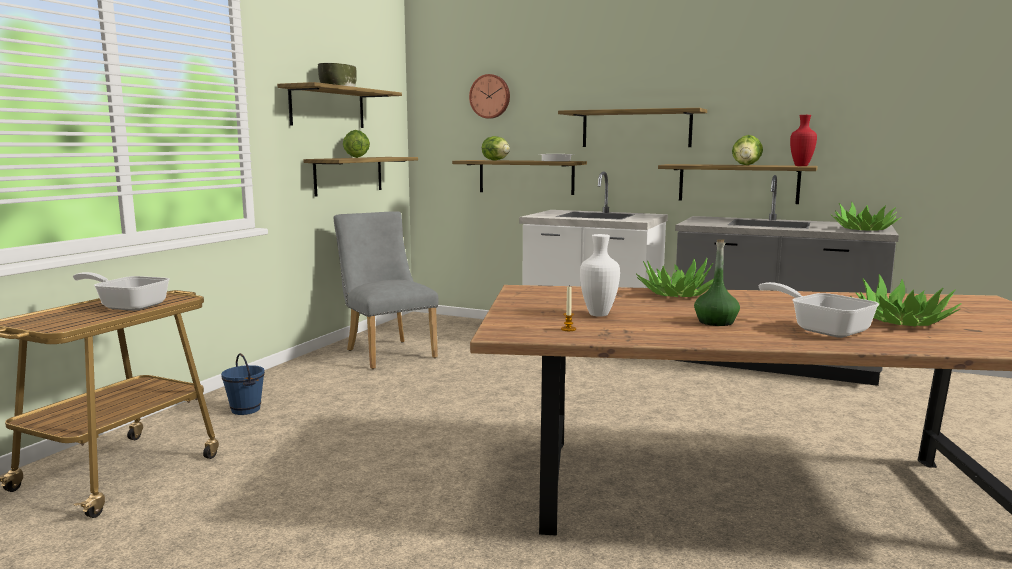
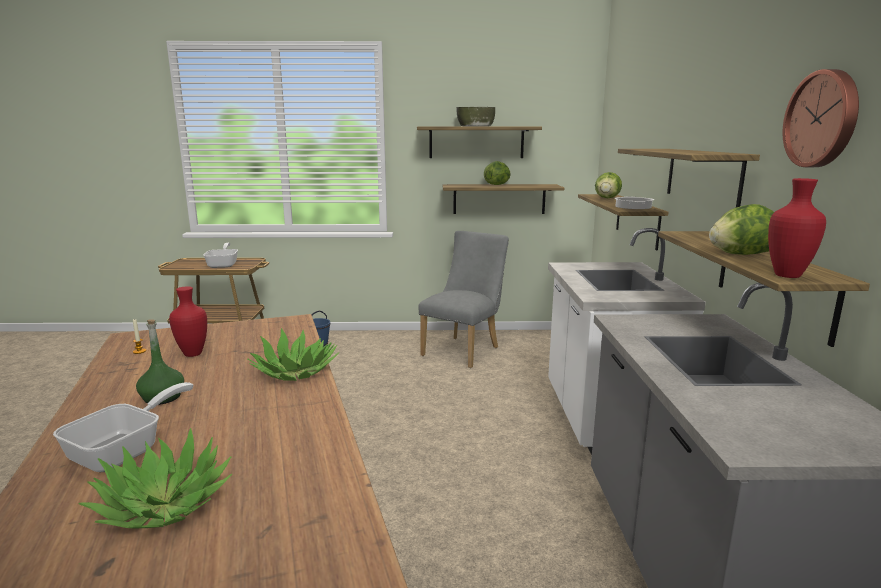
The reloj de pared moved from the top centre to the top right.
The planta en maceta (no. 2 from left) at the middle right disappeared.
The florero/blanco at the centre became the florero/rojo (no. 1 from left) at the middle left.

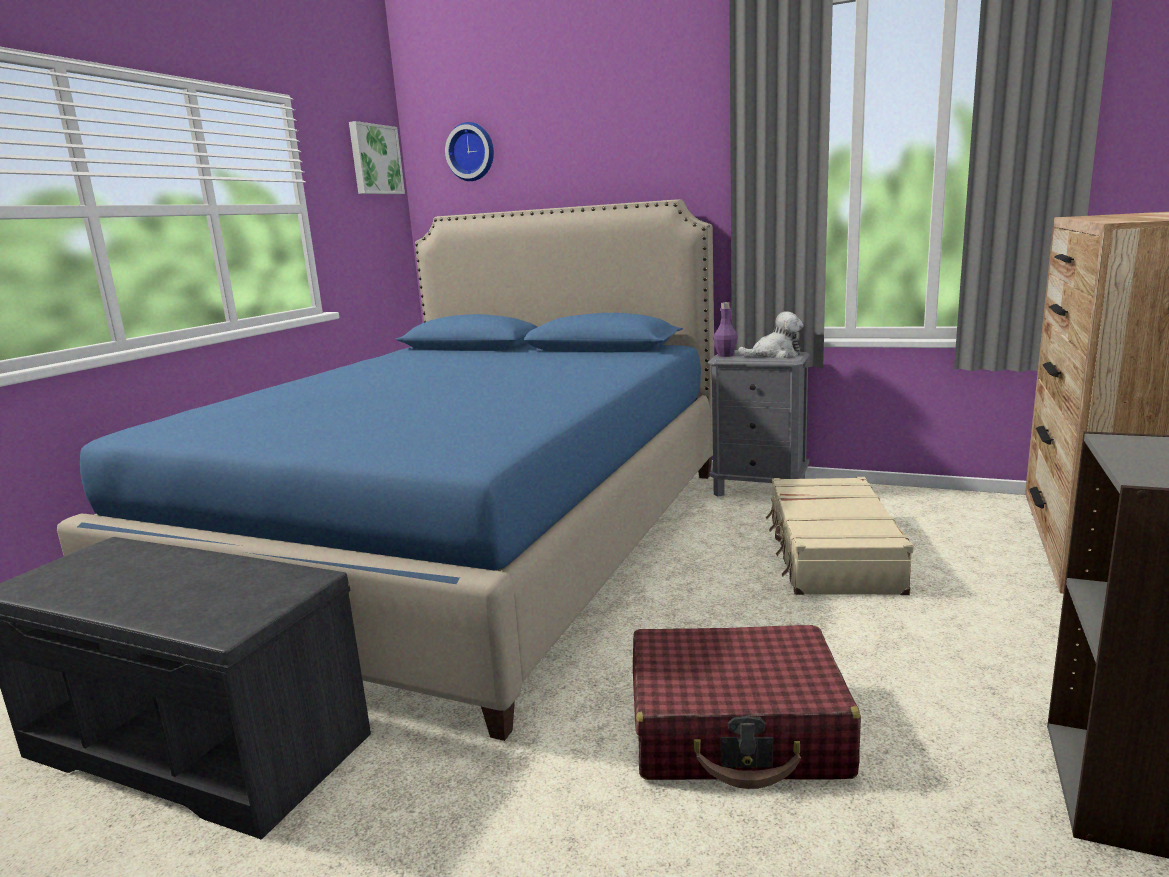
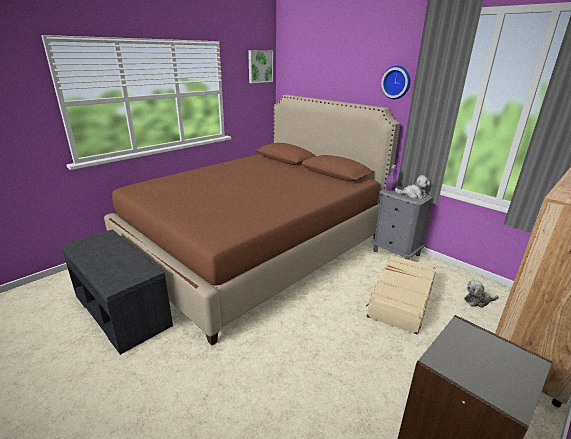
The reloj de pared moved from the top centre to the top right.
The cama/azul at the middle left became the cama/marrón at the centre.
The maleta/rojo at the bottom centre disappeared.
The peluche (no. 2 from left) at the bottom right appeared.

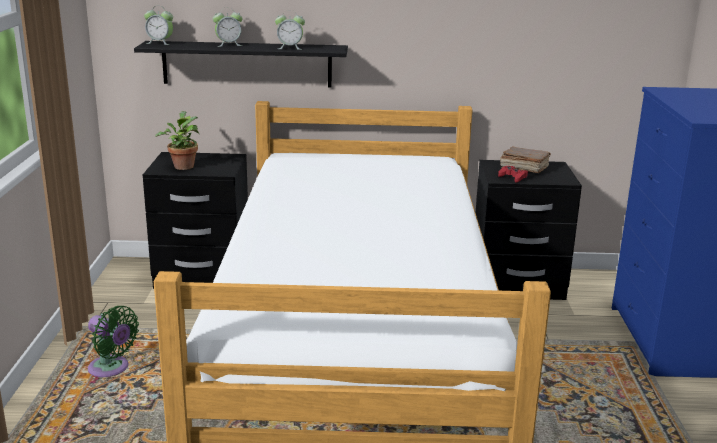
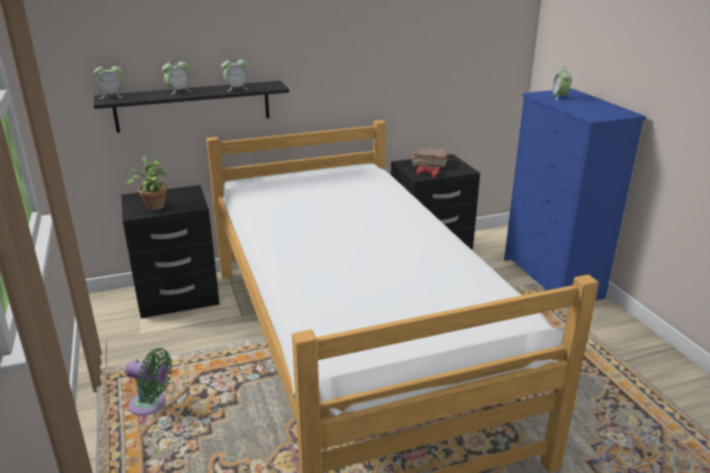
The despertador (no. 4 from left) at the top right appeared.

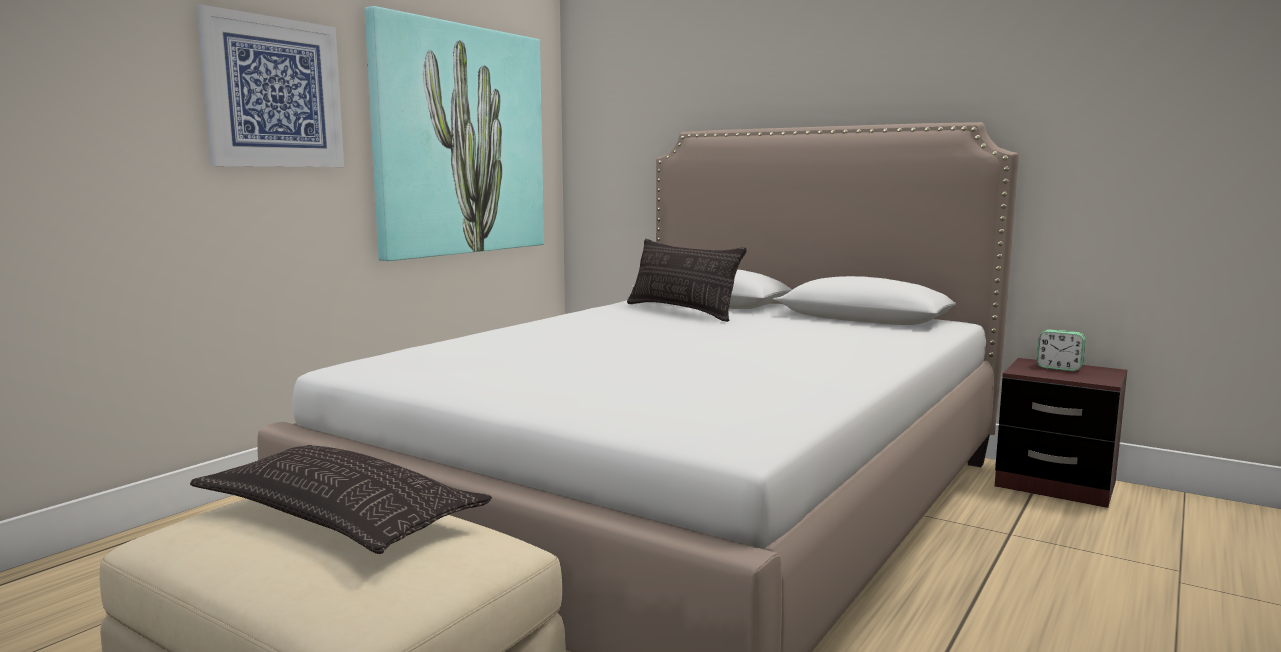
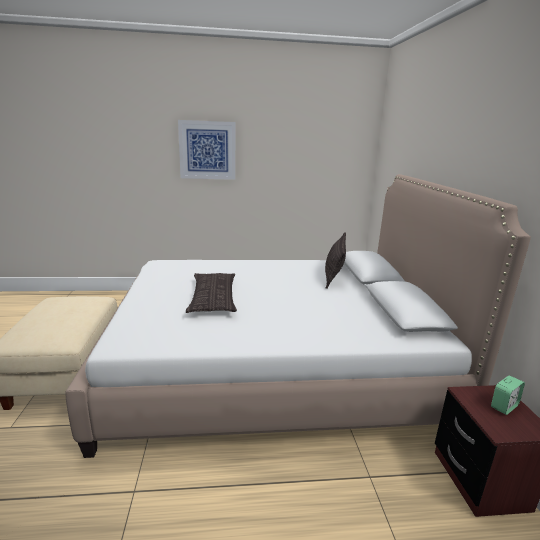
The cuadro (no. 2 from left) at the top centre disappeared.
The despertador at the middle right turned 120 degrees counterclockwise.
The cojín (no. 1 from left) moved from the bottom left to the centre.

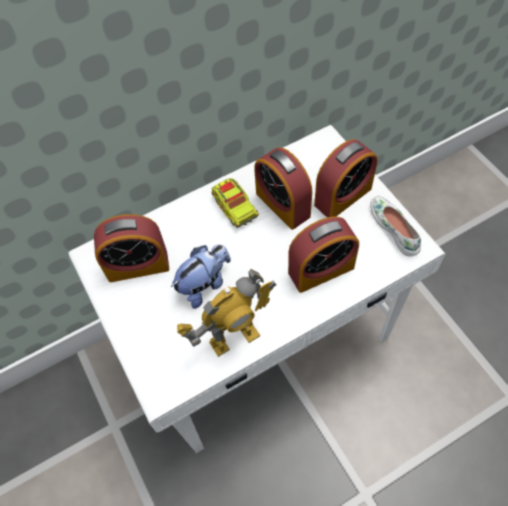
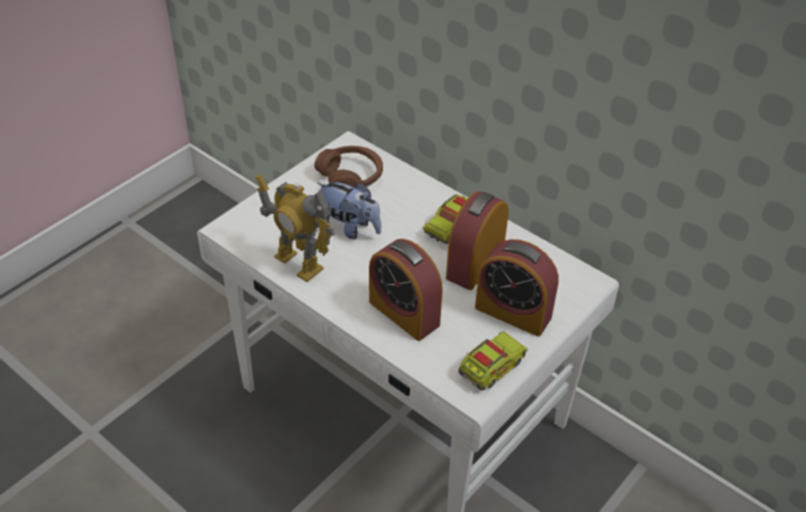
The zapato/blanco at the middle right was replaced by the camión de juguete (no. 2 from left) at the bottom centre.
The despertador (no. 1 from left) at the middle left was replaced by the auriculares/marrón at the top centre.

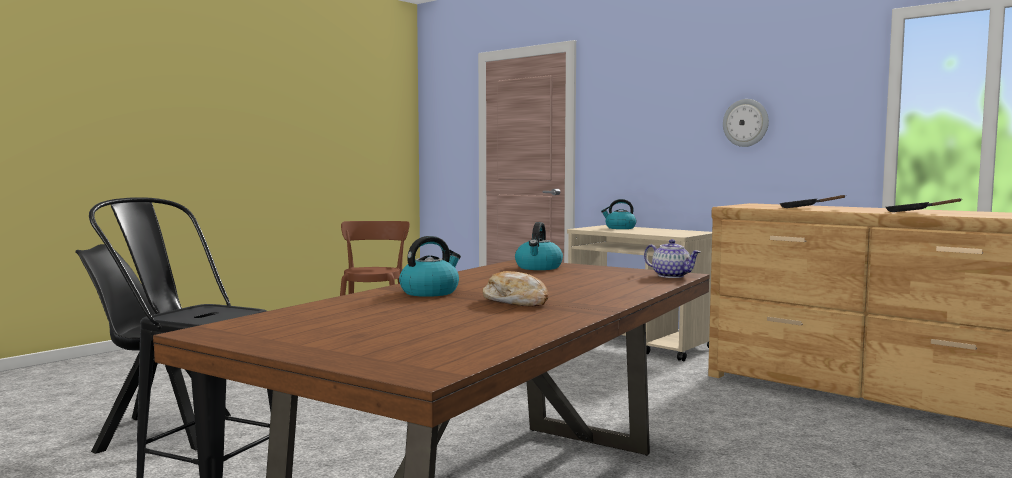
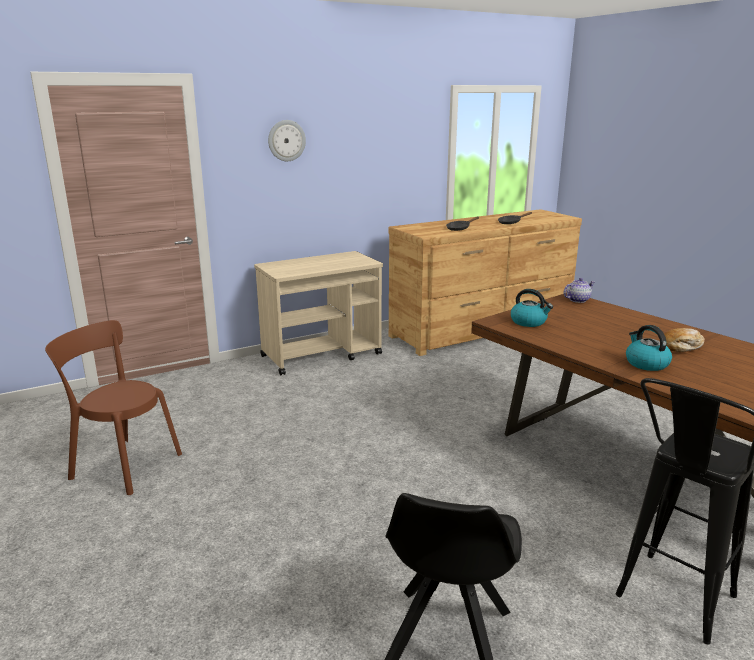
The reloj de pared moved from the top right to the top centre.
The hervidor (no. 3 from left) at the centre disappeared.

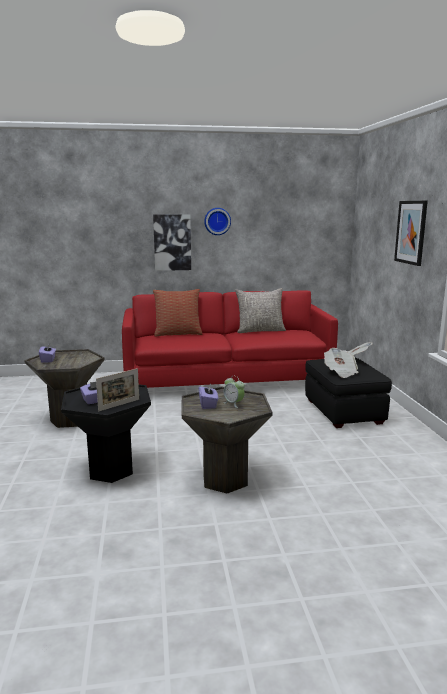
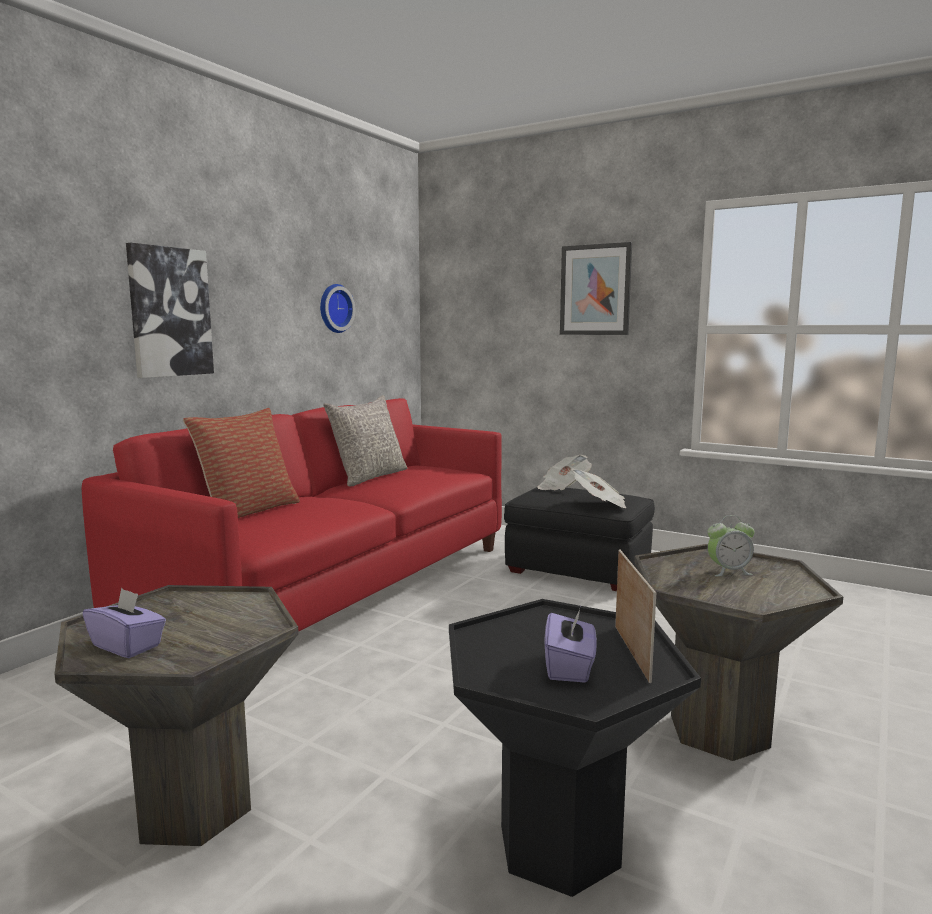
The reloj de pared moved from the top centre to the centre.
The caja de pañuelos/morado (no. 3 from left) at the centre disappeared.

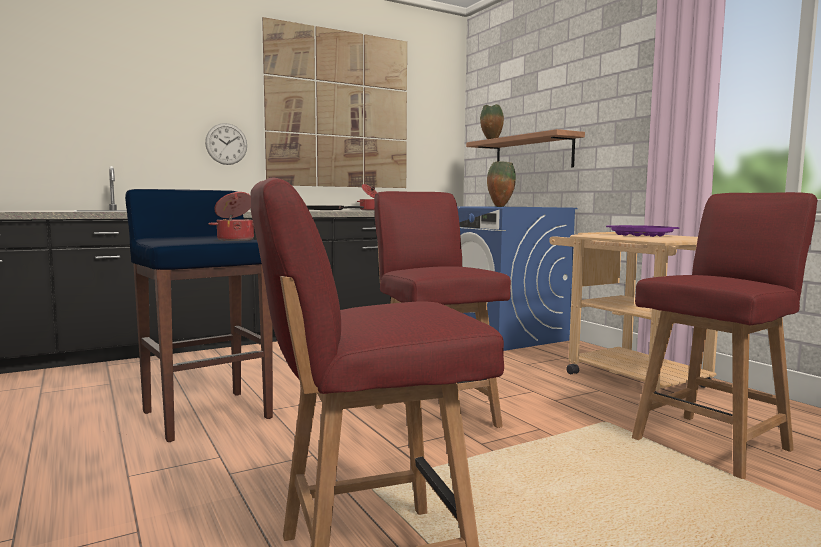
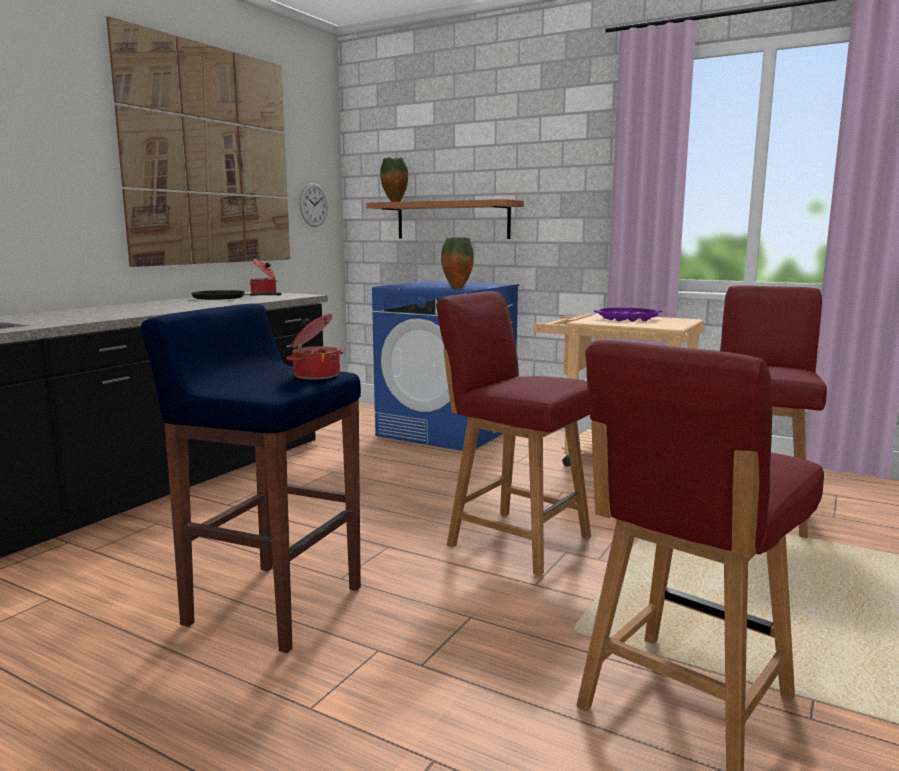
The reloj de pared moved from the top left to the top centre.

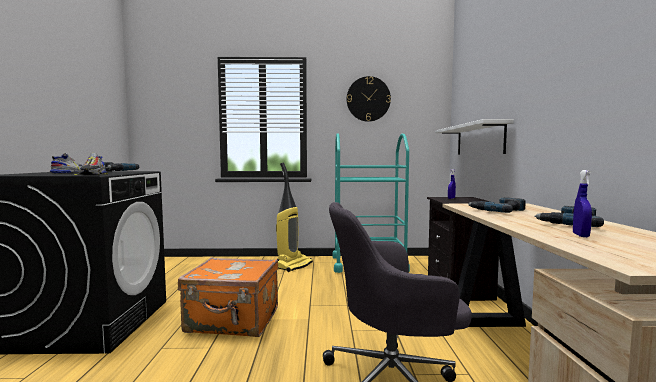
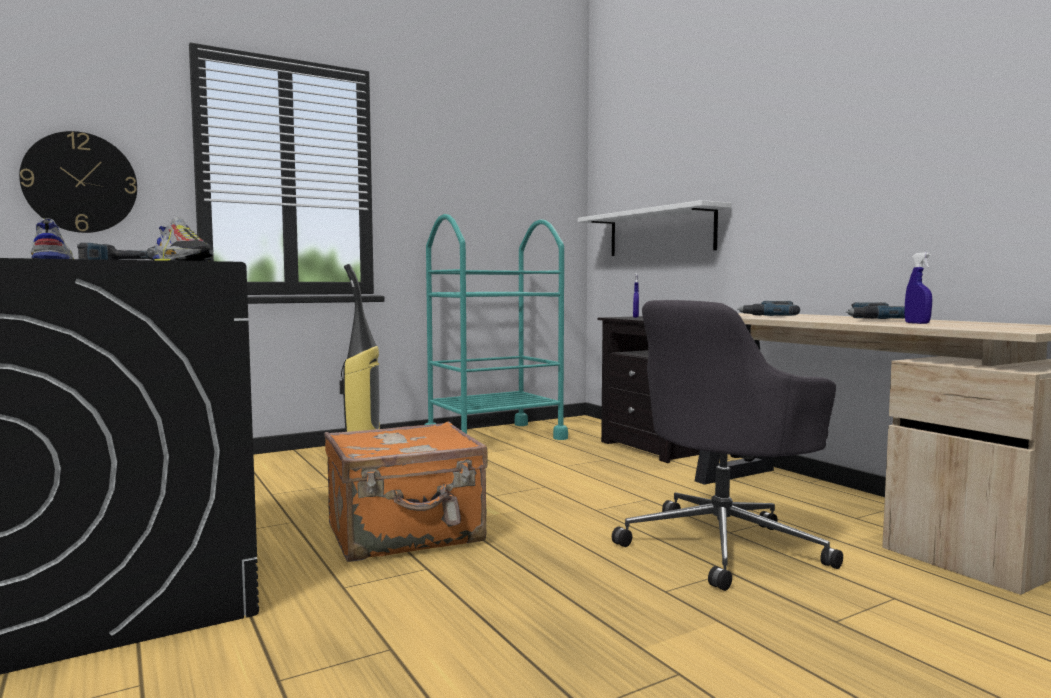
The reloj de pared moved from the top centre to the top left.

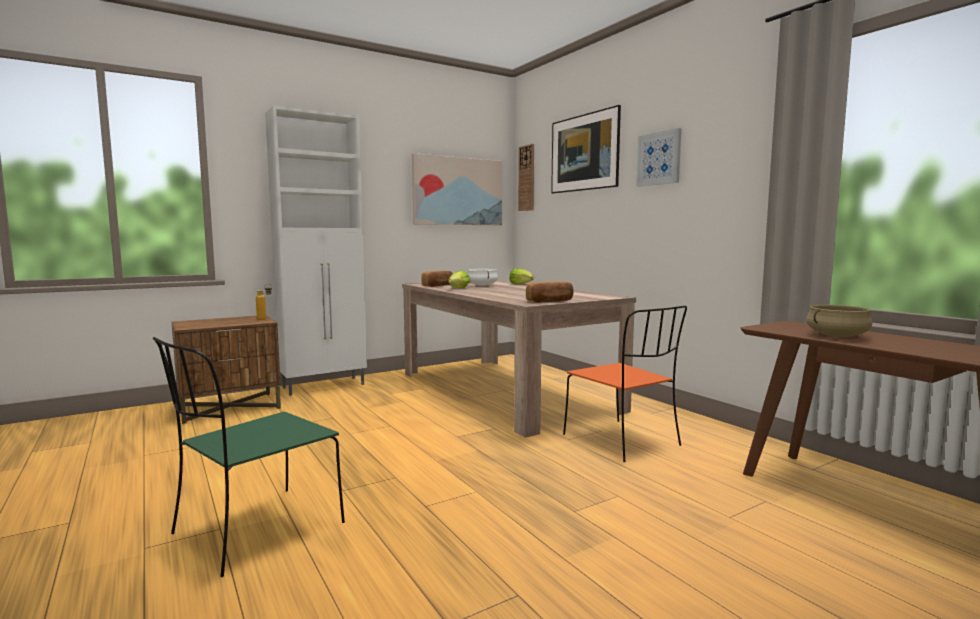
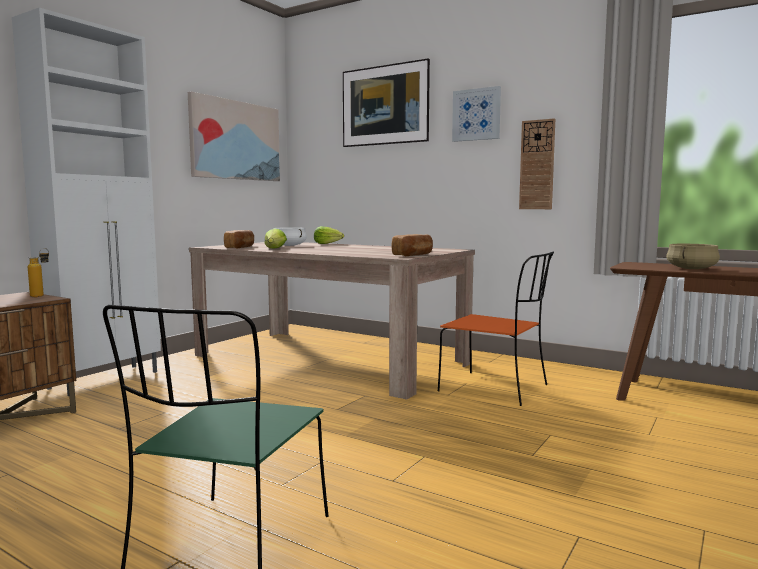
The reloj de pared moved from the top centre to the top right.

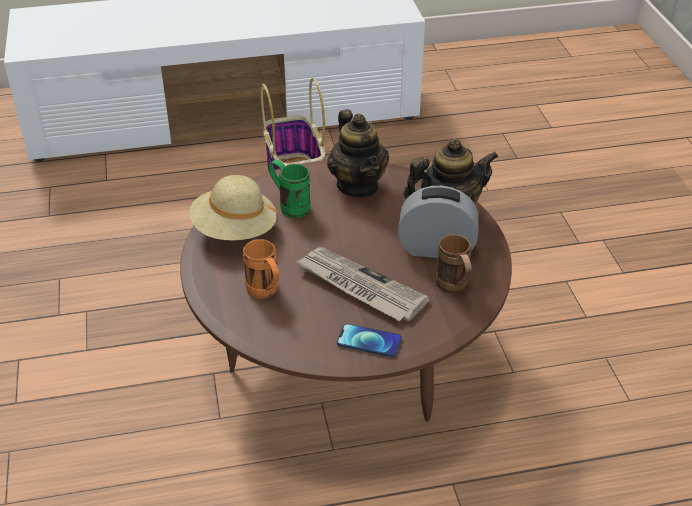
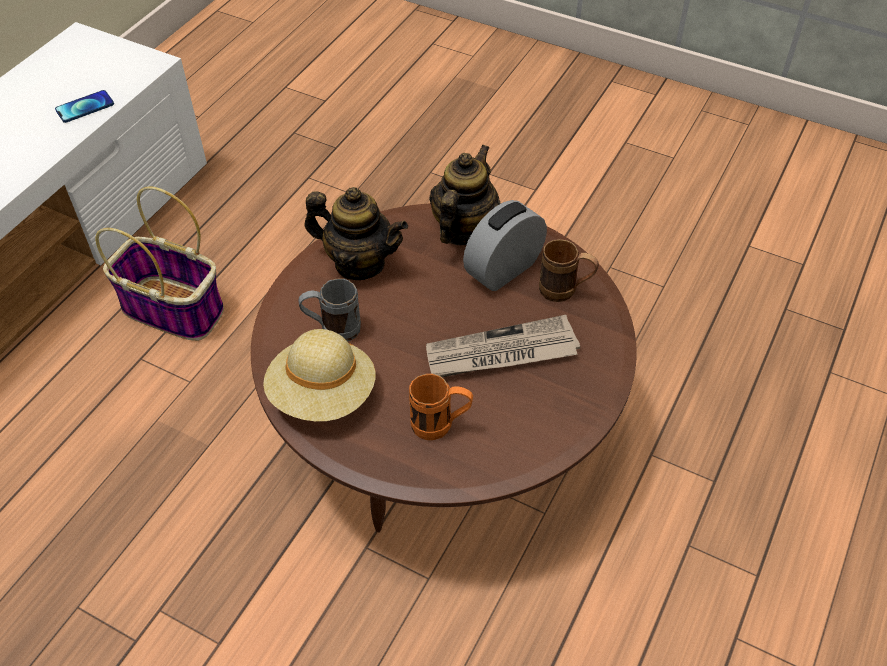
The taza grande/verde at the centre became the taza grande/gris at the centre.
The móvil moved from the bottom centre to the top left.

